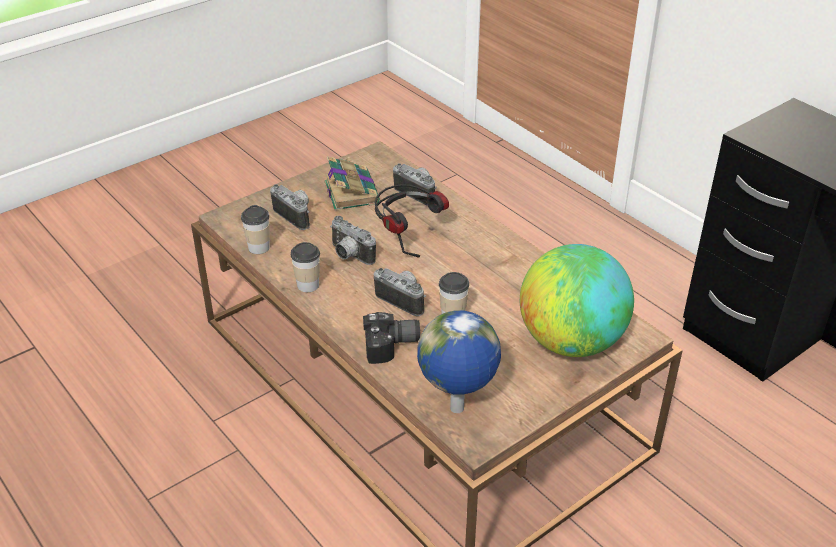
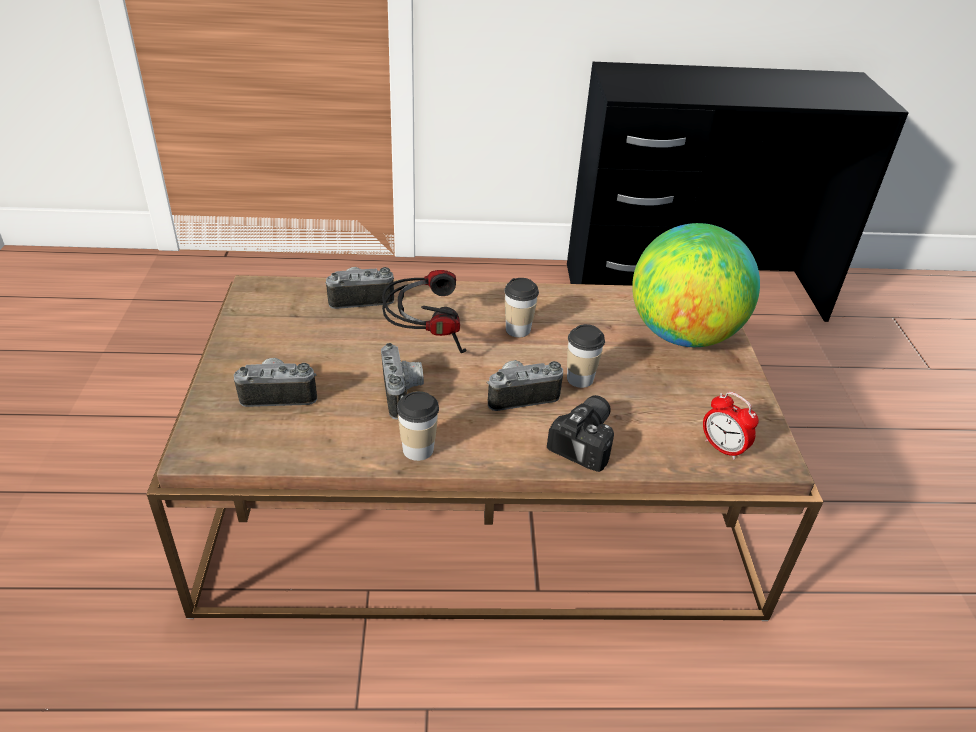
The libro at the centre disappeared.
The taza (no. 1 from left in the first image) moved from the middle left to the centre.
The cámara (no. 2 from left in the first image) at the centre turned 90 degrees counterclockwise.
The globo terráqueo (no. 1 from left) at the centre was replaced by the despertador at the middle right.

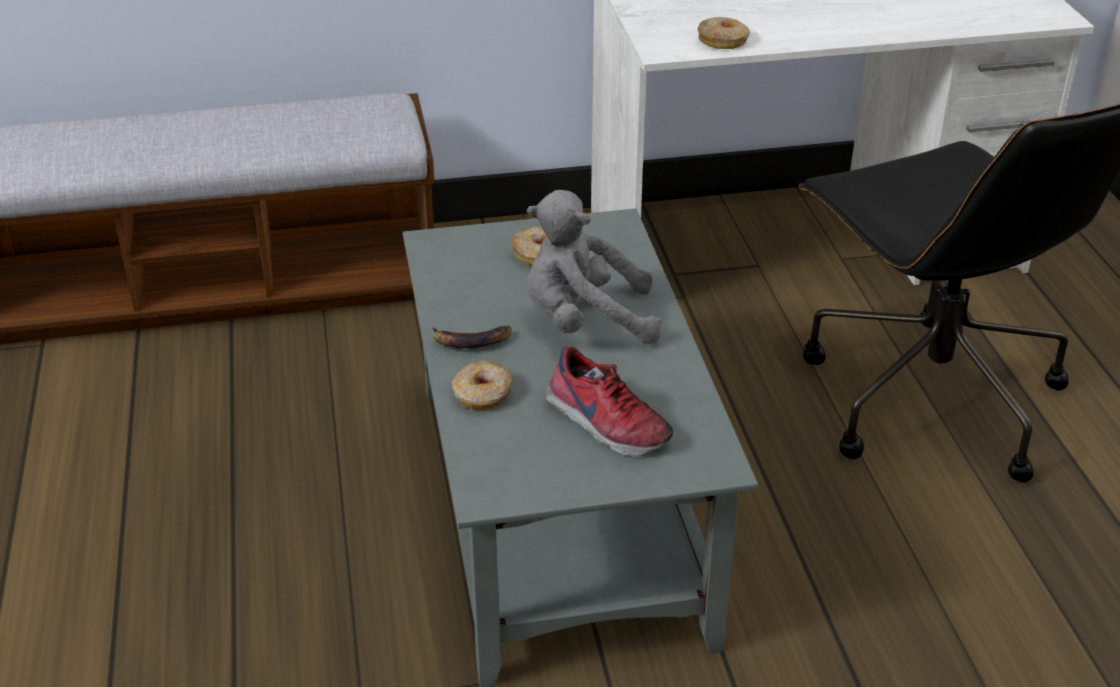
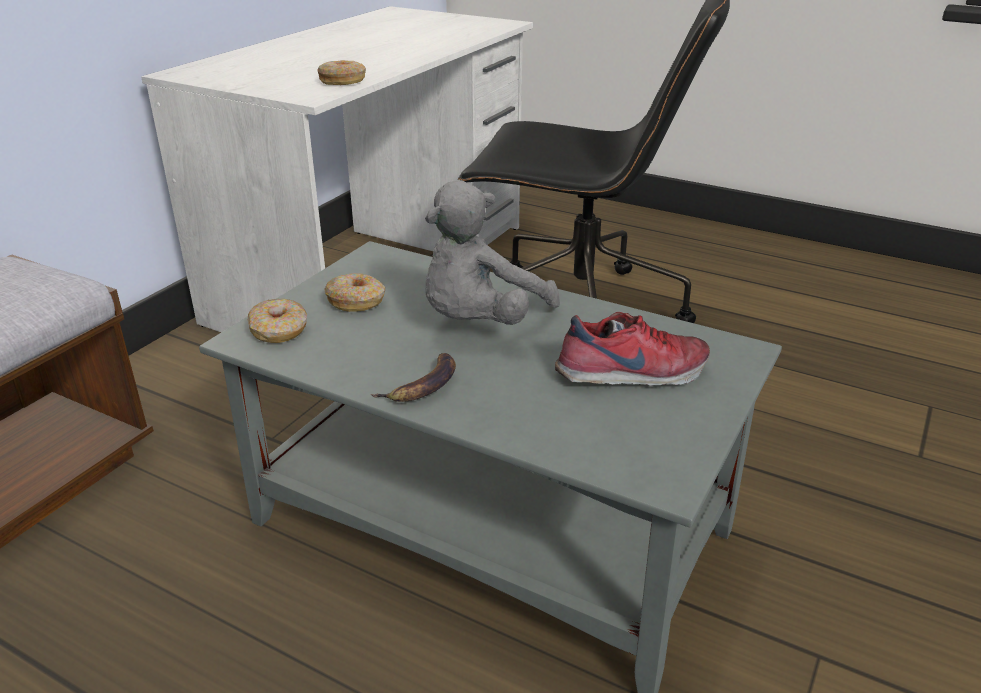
The rosquilla (no. 1 from left) moved from the centre to the middle left.

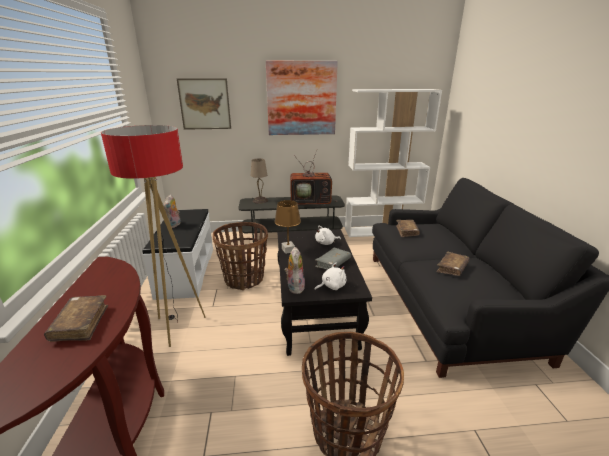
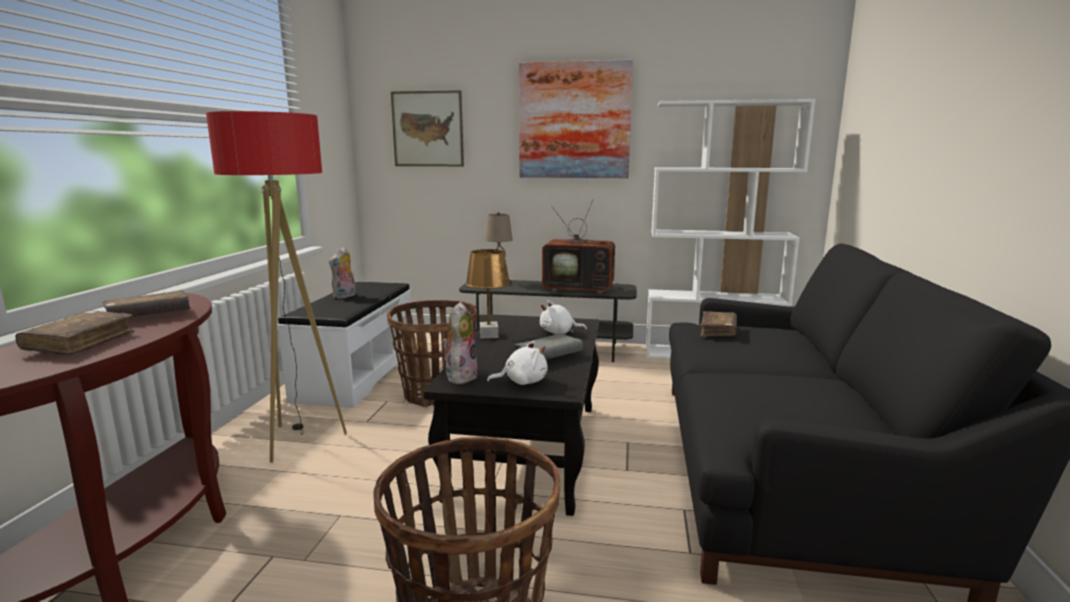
The libro/marrón (no. 3 from left in the first image) moved from the middle right to the middle left.

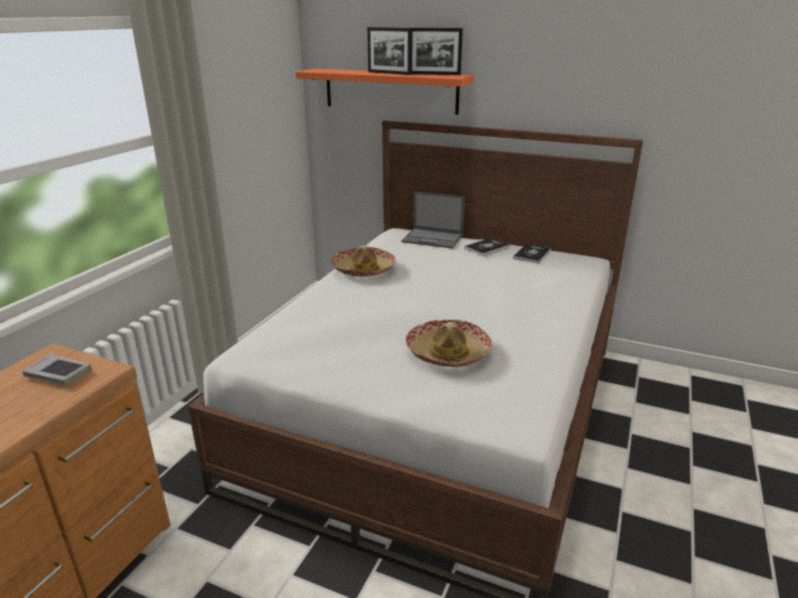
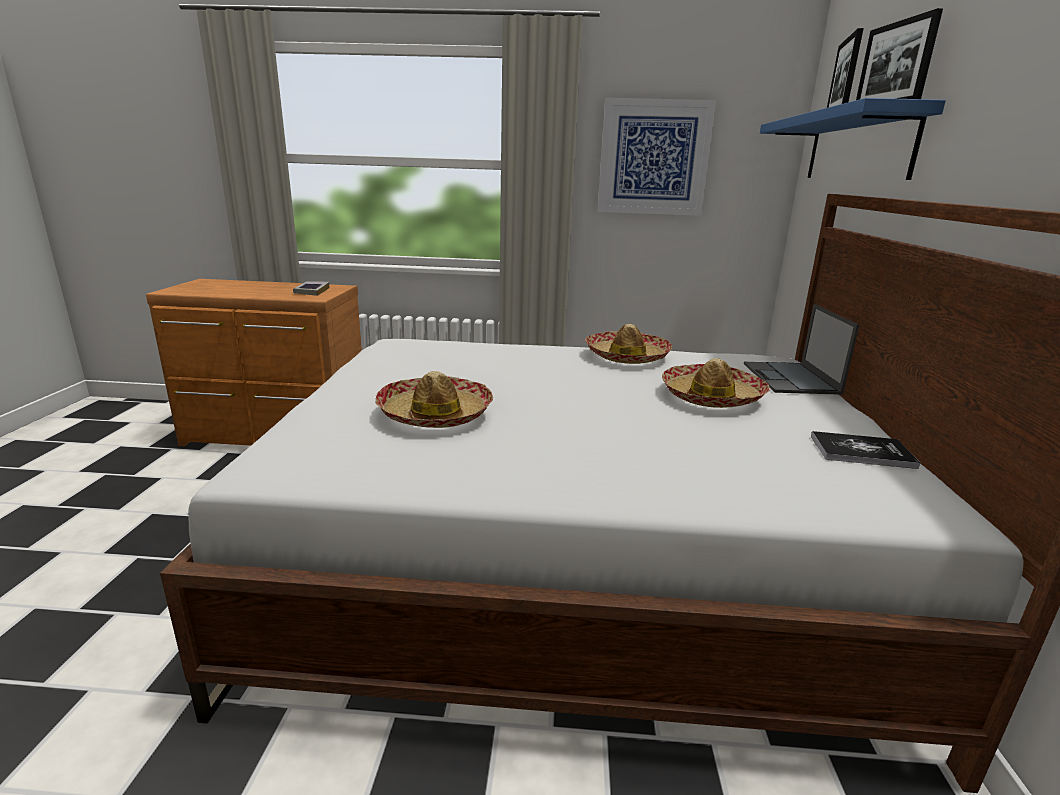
The estante/naranja at the top centre became the estante/azul at the top right.
The libro (no. 2 from left) at the centre disappeared.
The cuadro at the top centre appeared.
The sombrero (no. 3 from left) at the middle right appeared.

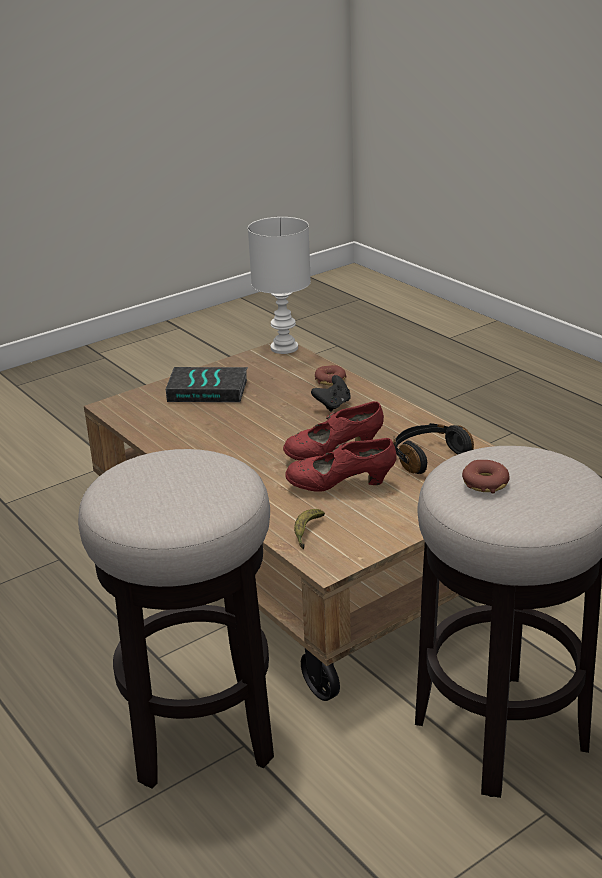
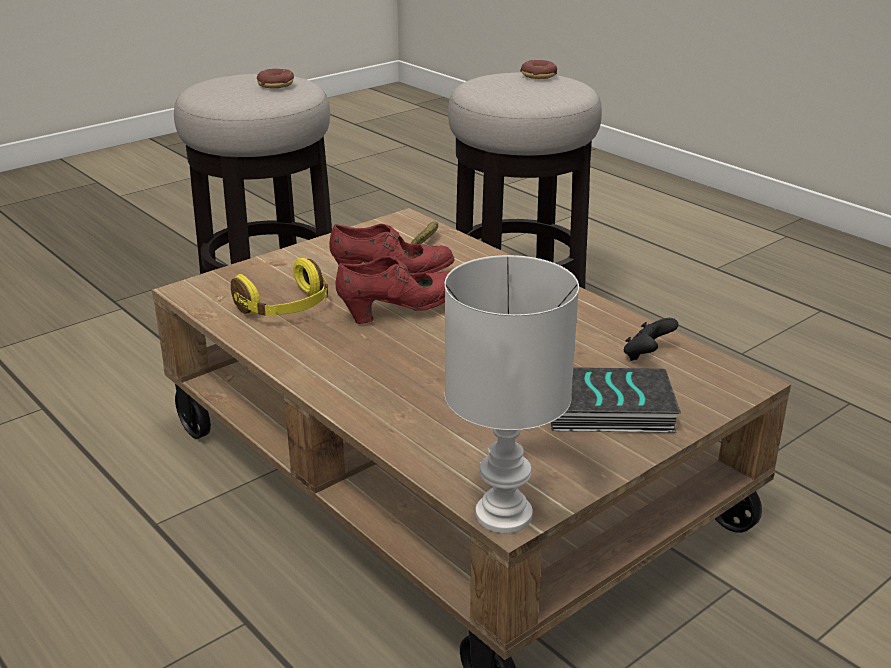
The rosquilla (no. 1 from left in the first image) moved from the centre to the top centre.
The mando de consola/negro moved from the centre to the middle right.
The auriculares/negro at the middle right became the auriculares/amarillo at the middle left.

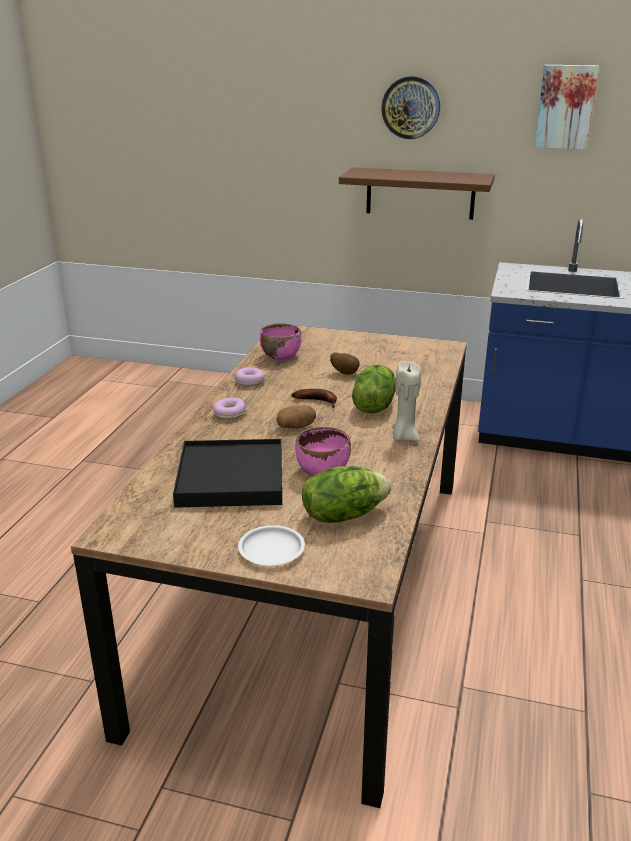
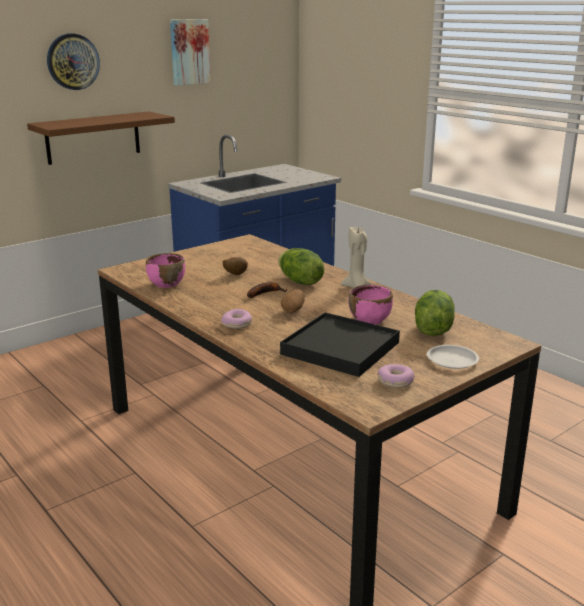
The rosquilla (no. 2 from left) moved from the centre to the middle right.

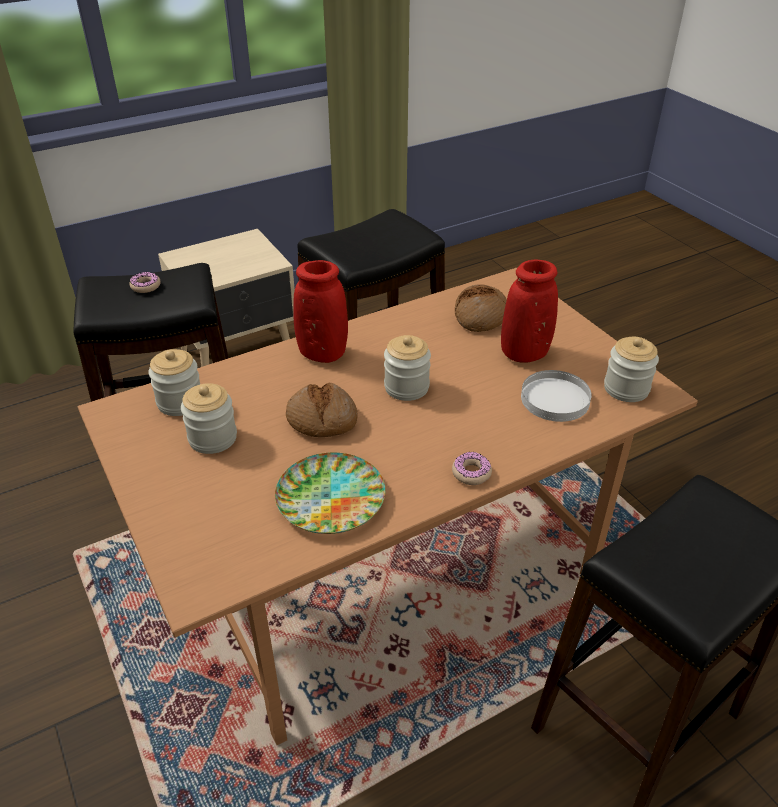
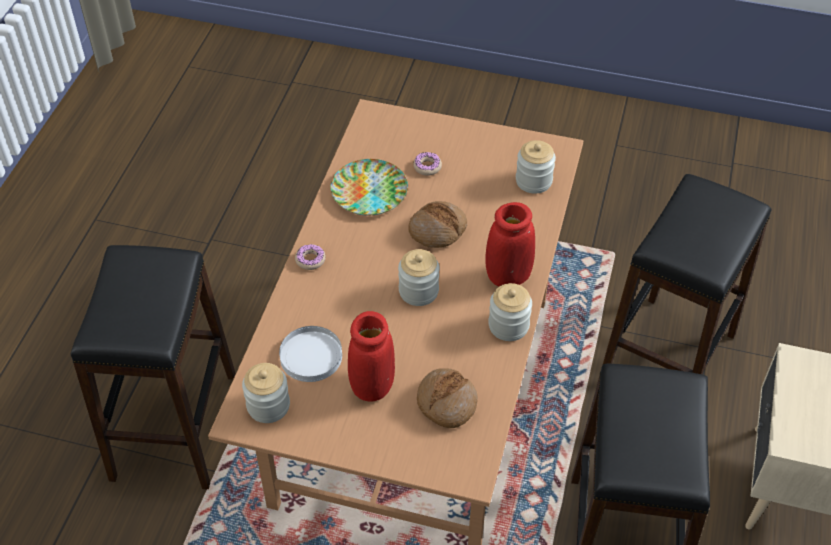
The rosquilla (no. 1 from left in the first image) moved from the middle left to the top centre.
The tarro (no. 2 from left in the first image) moved from the middle left to the centre.

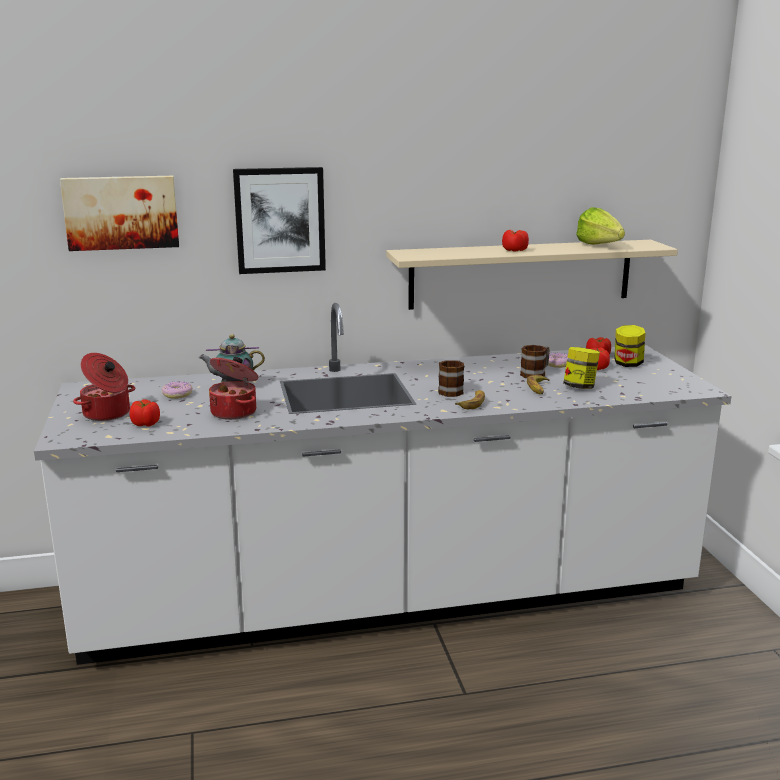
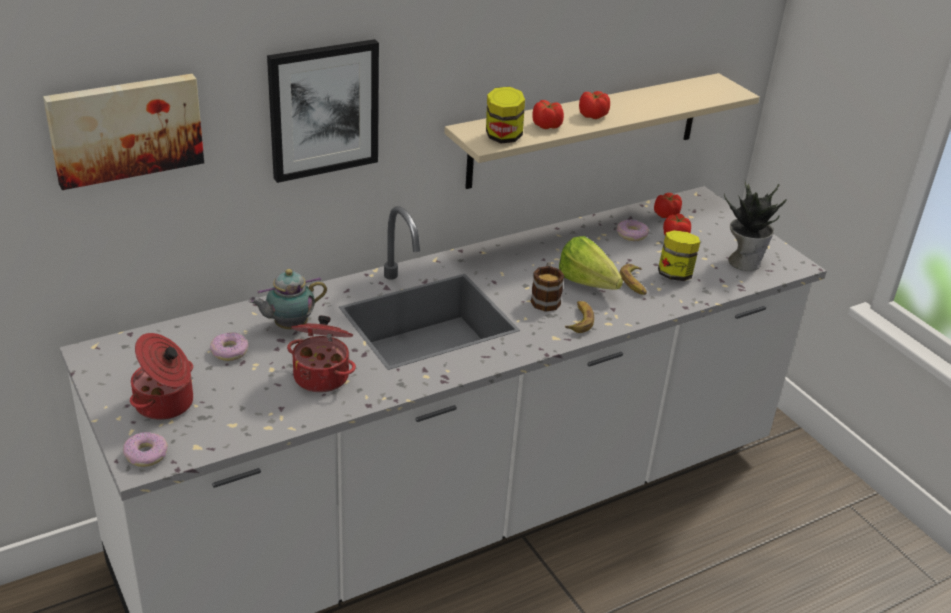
The lechuga moved from the top right to the centre.
The tarro (no. 2 from left in the first image) moved from the middle right to the top centre.
The taza grande (no. 2 from left) at the middle right disappeared.
The tomate (no. 1 from left) moved from the middle left to the top centre.
The planta en maceta at the middle right appeared.
The rosquilla (no. 1 from left) at the bottom left appeared.

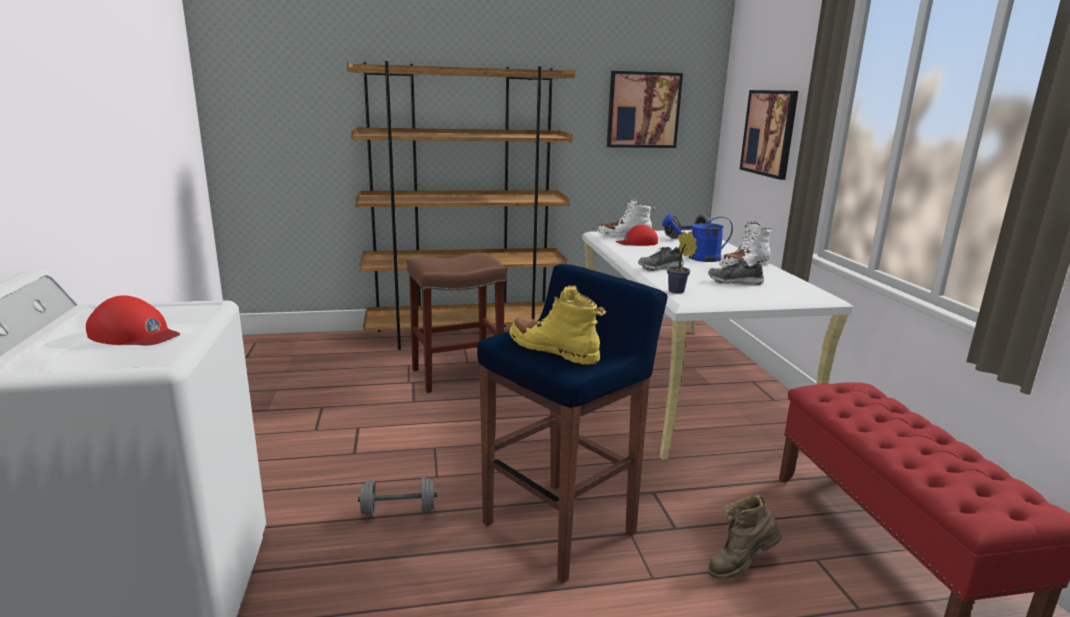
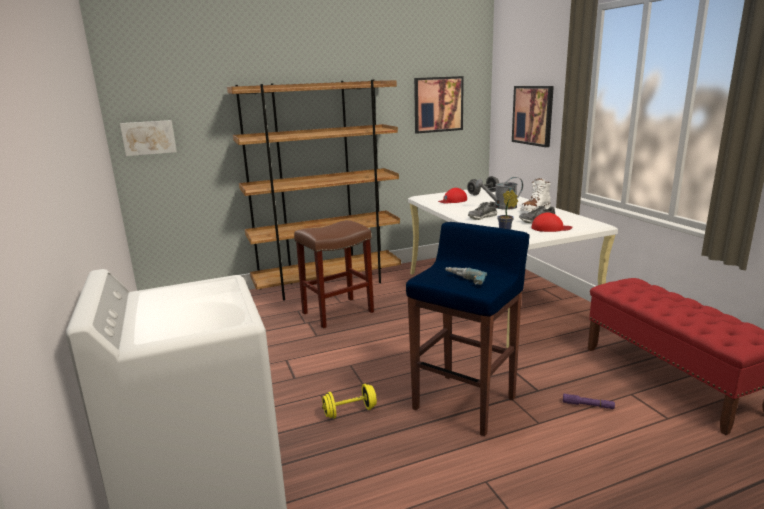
The bota/blanco (no. 1 from left) at the centre disappeared.
The regadera/azul at the centre became the regadera/gris at the centre.
The bota/amarillo at the centre was replaced by the taladro at the centre.
The gorra/rojo (no. 1 from left in the first image) moved from the middle left to the middle right.
The mancuerna/gris (no. 1 from left) at the bottom centre became the mancuerna/amarillo at the bottom centre.
The bota/marrón at the bottom right was replaced by the linterna/morado at the bottom right.
The cuadro (no. 1 from left) at the top left appeared.

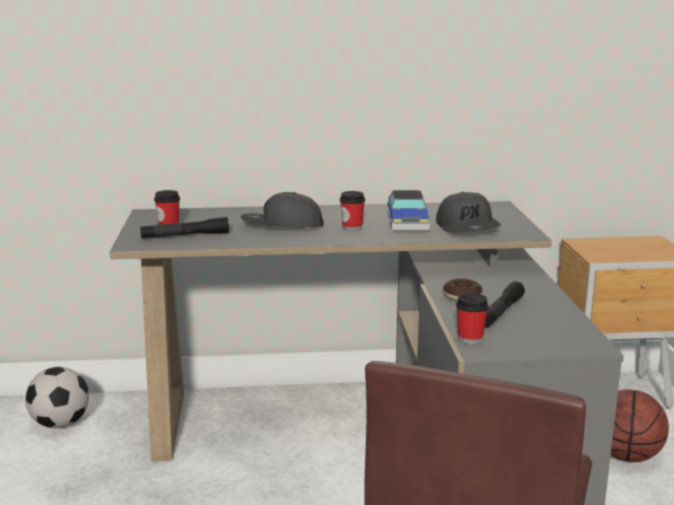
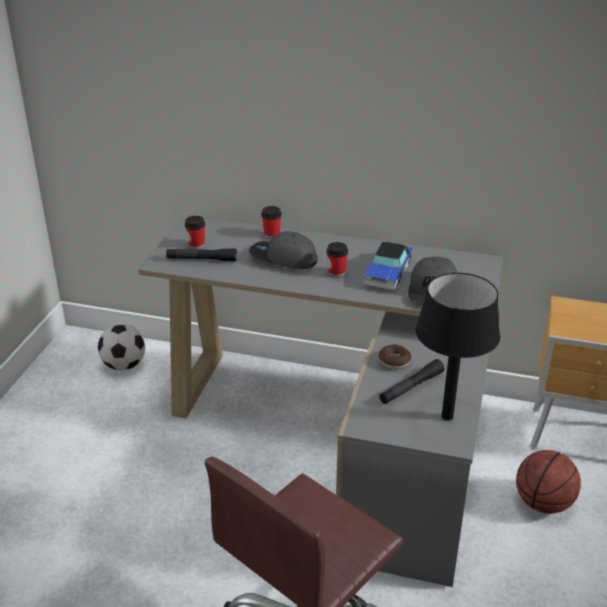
The taza (no. 3 from left in the first image) moved from the middle right to the centre.
The lámpara de mesa/negro at the middle right appeared.

